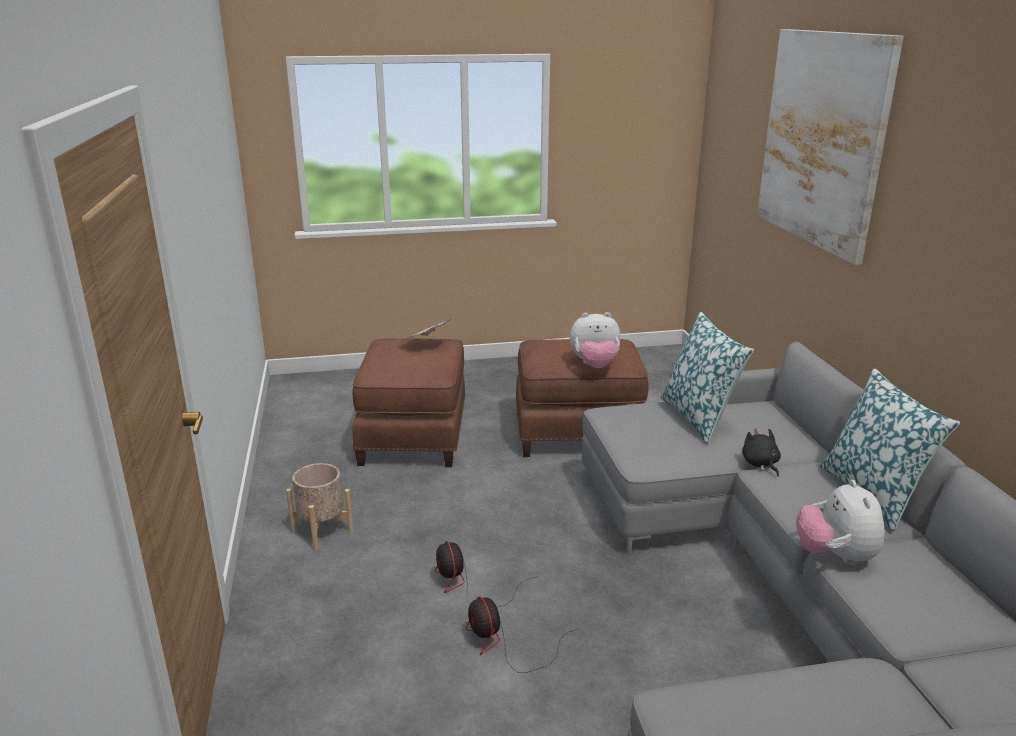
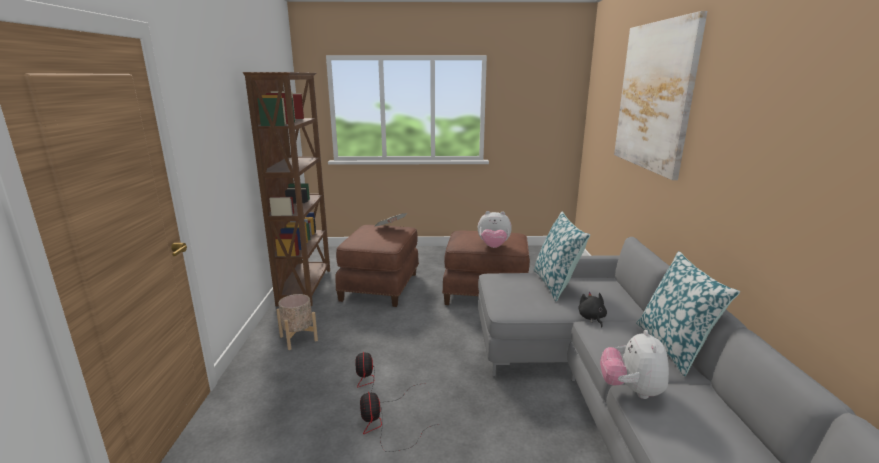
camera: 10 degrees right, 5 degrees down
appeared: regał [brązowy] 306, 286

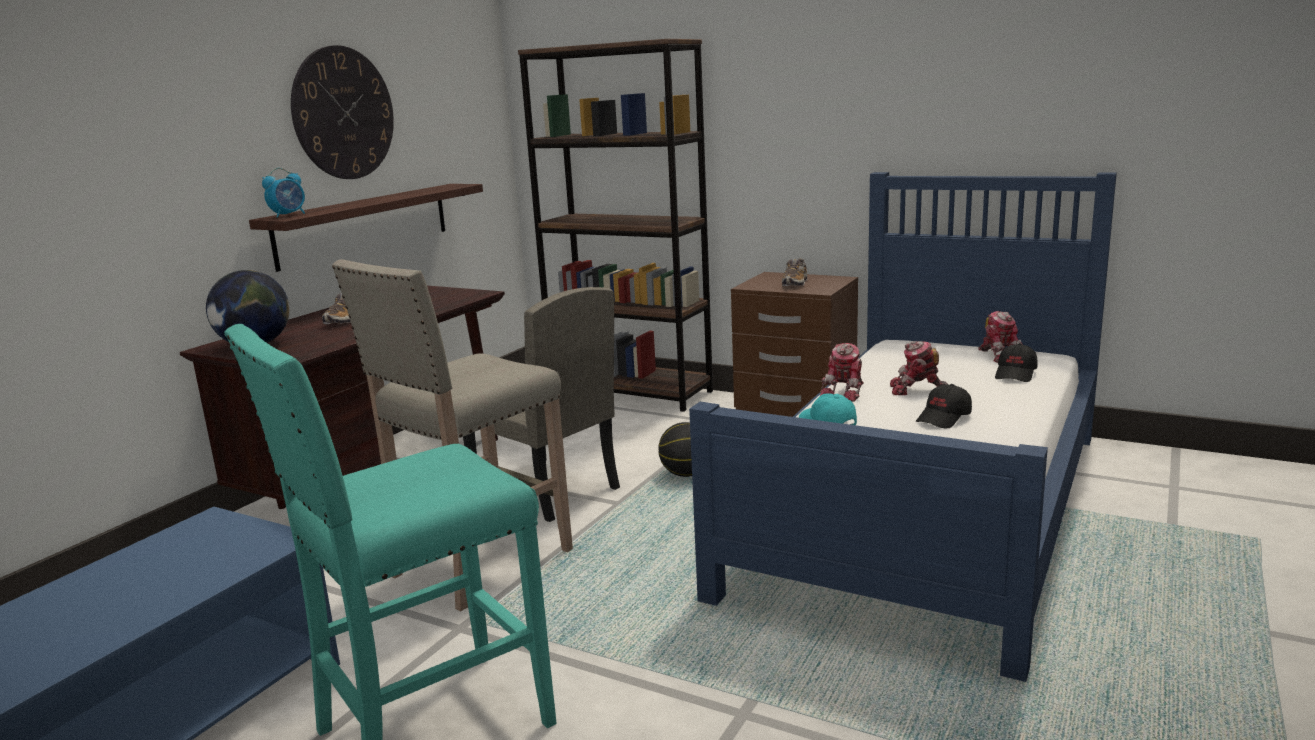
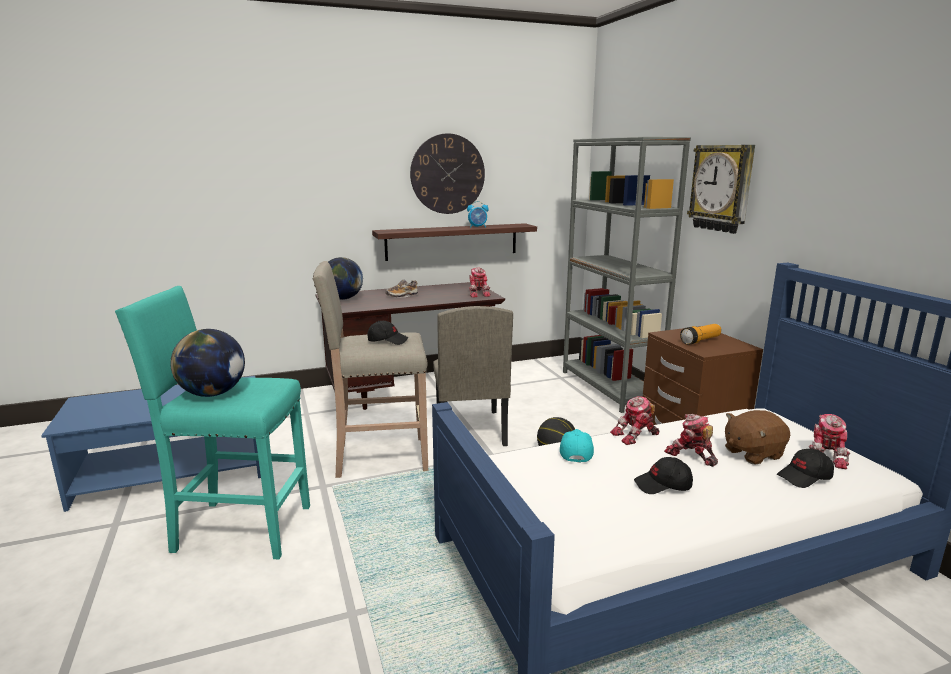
camera: 40 degrees right, 0 degrees up
appeared: globus 213, 393; czapka z daszkiem [czarny] 387, 340; robot zabawkowy 478, 294; zegar ścienny 722, 188; pluszak [brązowy] 752, 453
relocated: budzik 289, 215 to 478, 227
exchanged: but 795, 283 to latarka 700, 341
colour: regał [brązowy] 631, 392 to regał [szary] 609, 388

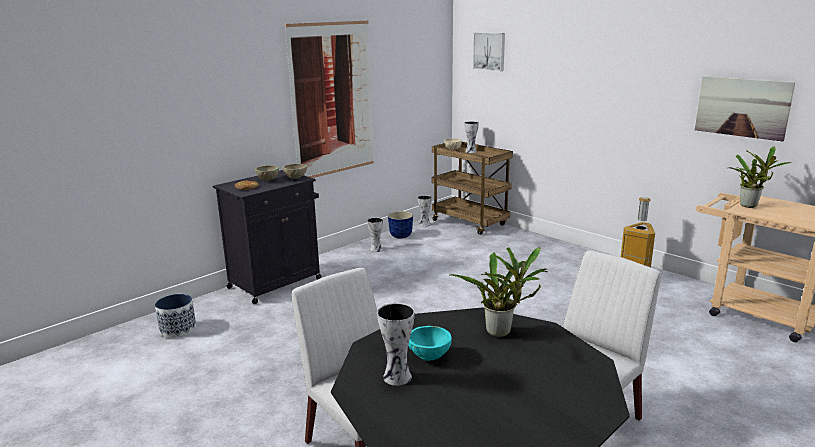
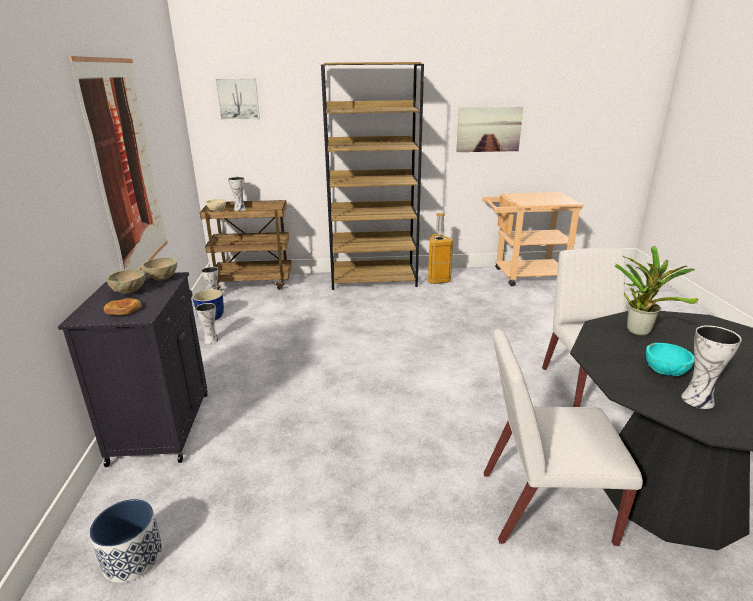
camera: 50 degrees left, 5 degrees up
missing: roślina doniczkowa 750, 205
appeared: regał [brązowy] 374, 279

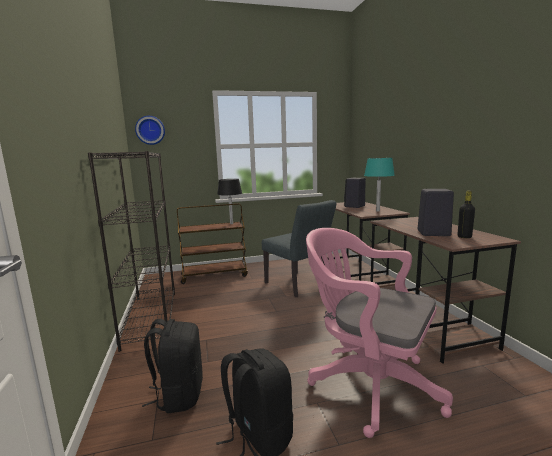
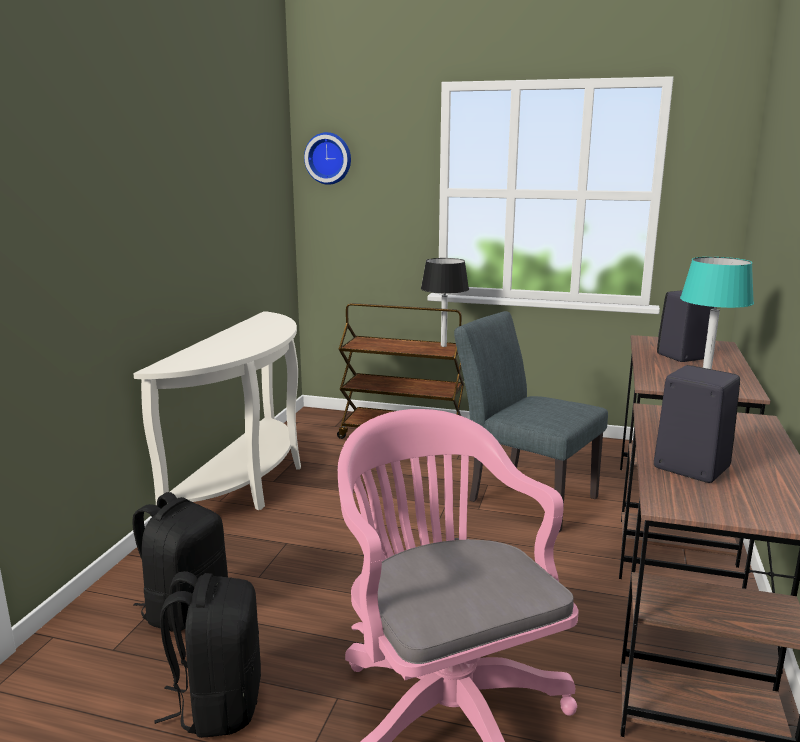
camera: 30 degrees right, 5 degrees up
missing: butelka [czarny] 464, 237
exchanged: regał [czarny] 151, 318 to stolik konsolowy [biały] 249, 484
spun: krzesło [szary] 298, 286 = 523, 496 135 degrees clockwise

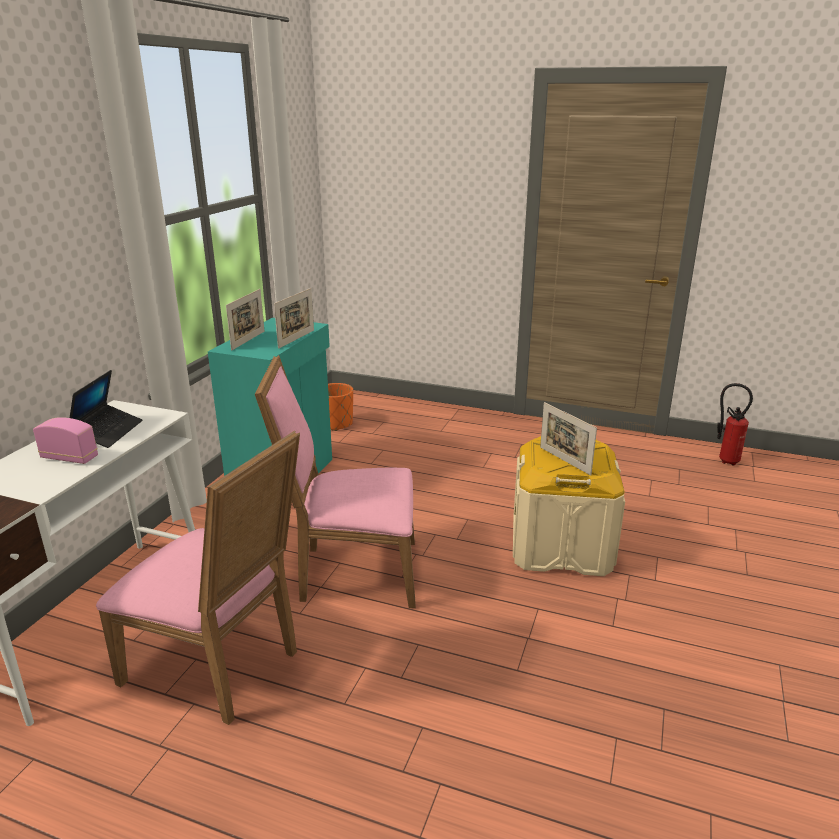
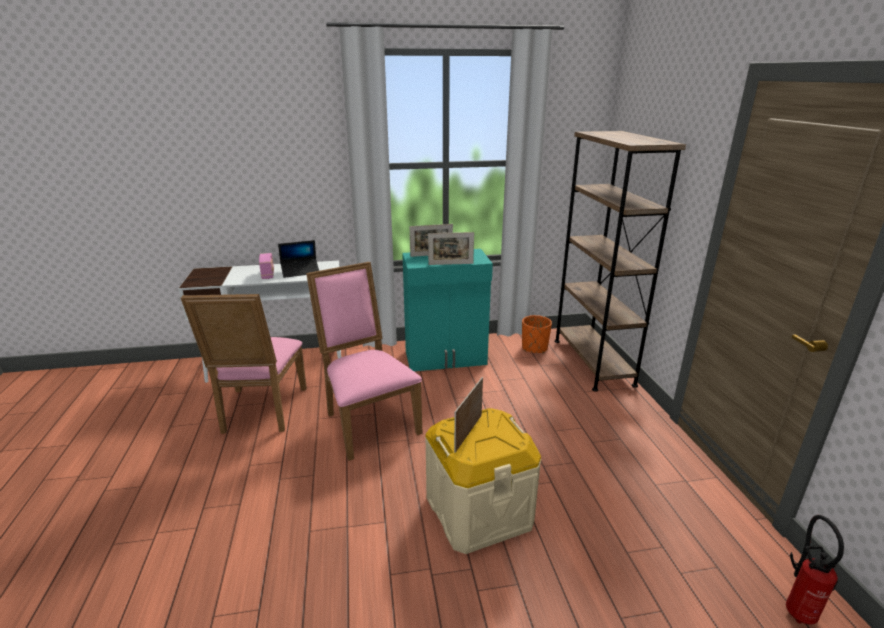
camera: 60 degrees right, 0 degrees up
appeared: regał [brązowy] 592, 362

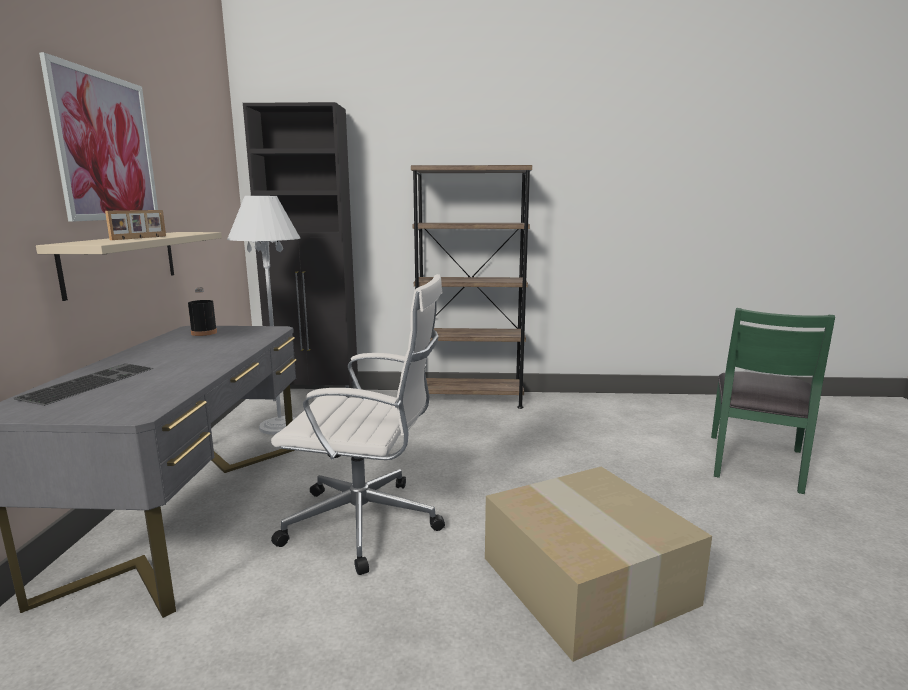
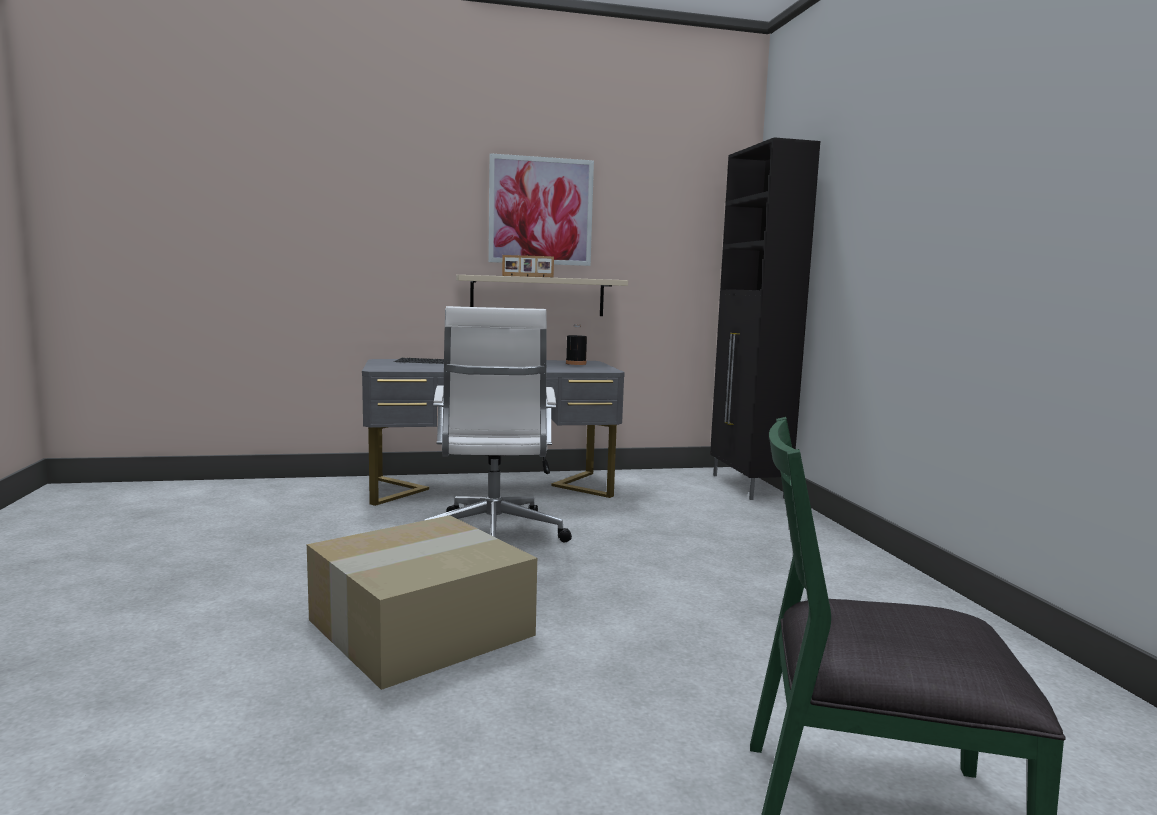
camera: 75 degrees right, 5 degrees down
missing: lampa stojąca [biały] 280, 426; regał [brązowy] 469, 399

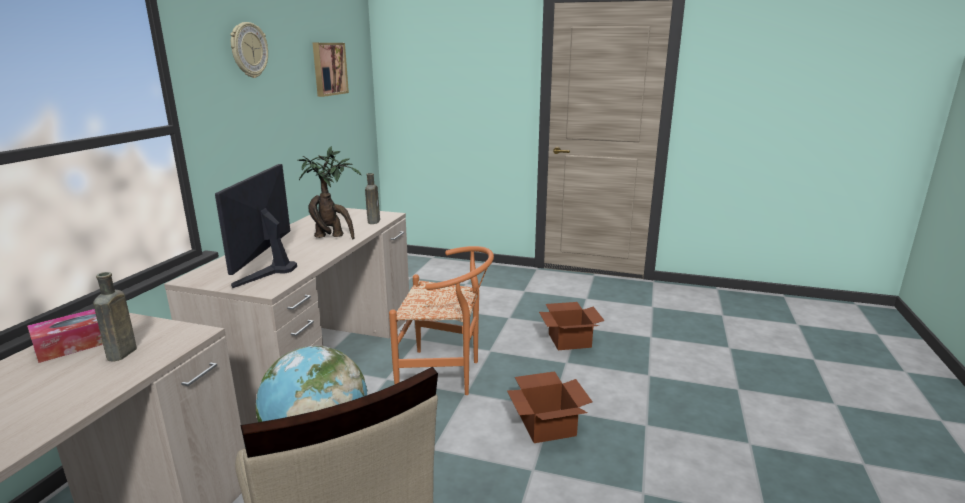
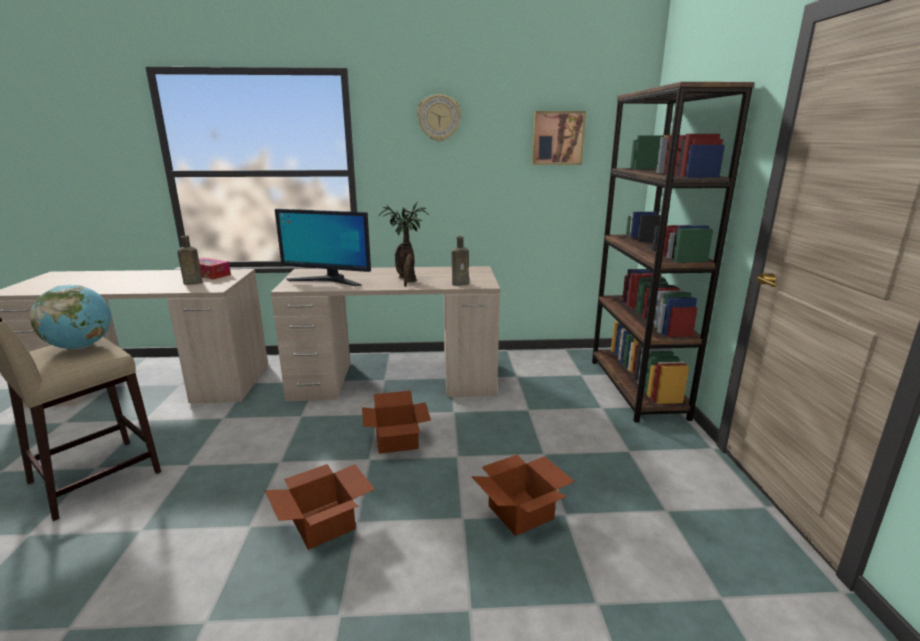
camera: 70 degrees right, 0 degrees up
appeared: regał [brązowy] 636, 388
exchanged: krzesło [pomarańczowy] 446, 375 to karton 396, 441
spun: monitor 271, 268 = 328, 280 150 degrees counterclockwise

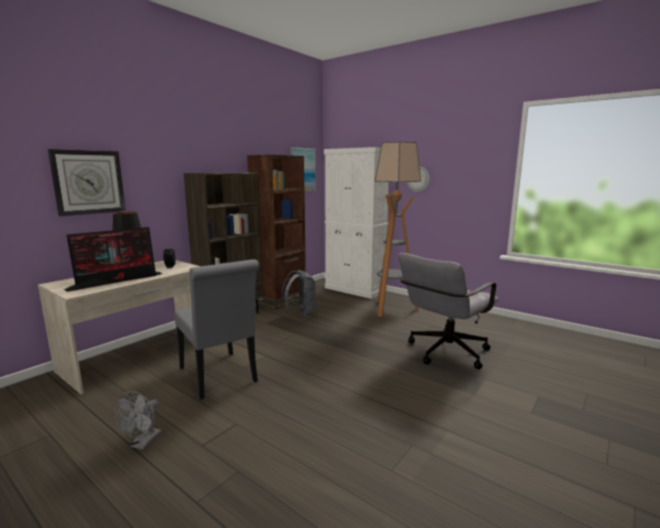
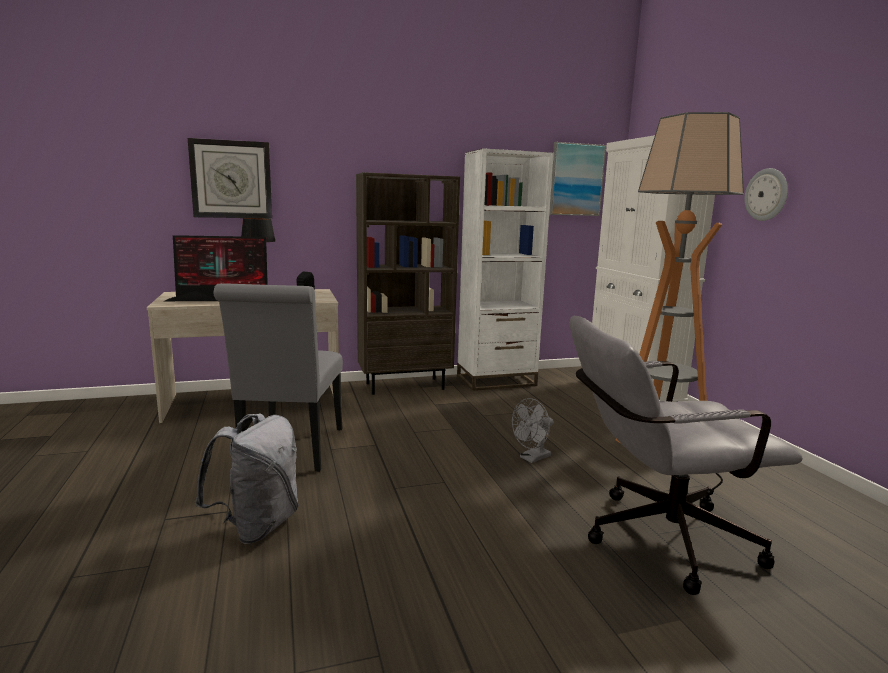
camera: 35 degrees right, 0 degrees up
relocated: wentylator [szary] 143, 443 to 532, 458; plecak [szary] 301, 312 to 257, 526
colour: regał [brązowy] 280, 300 to regał [biały] 496, 380

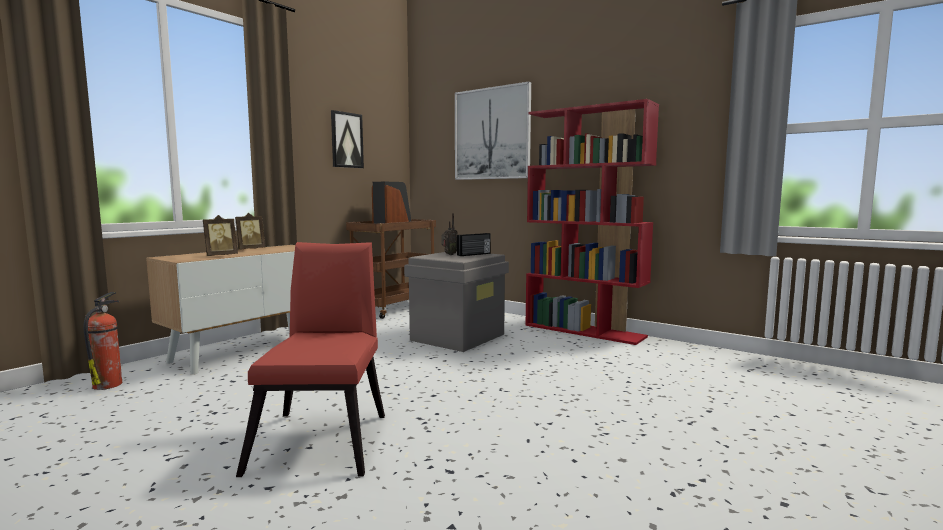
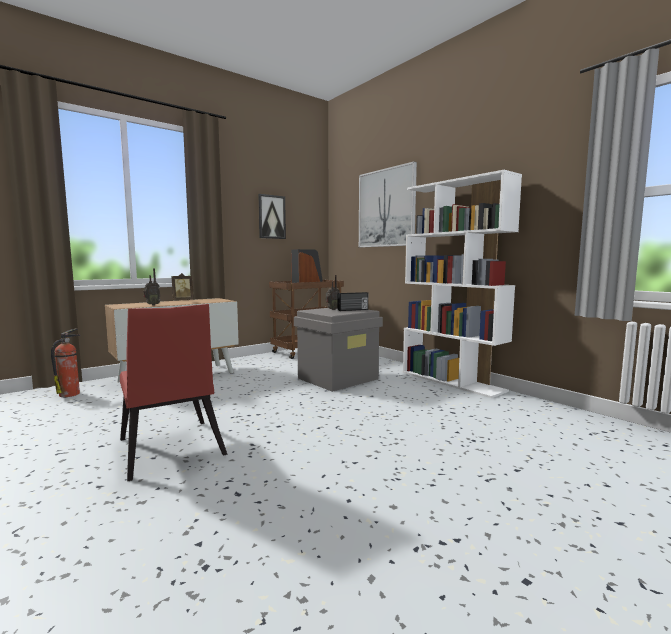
camera: 15 degrees right, 0 degrees up
exchanged: ramka na zdjęcie 220, 256 to radio 152, 305
colour: regał [czerwony] 584, 331 to regał [biały] 452, 381
spun: krzesło [czerwony] 325, 437 = 170, 451 135 degrees clockwise

